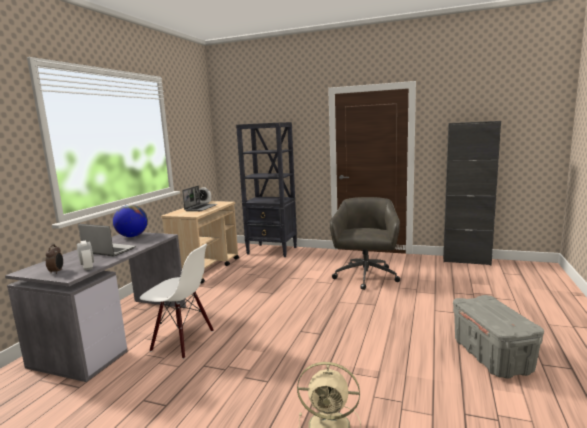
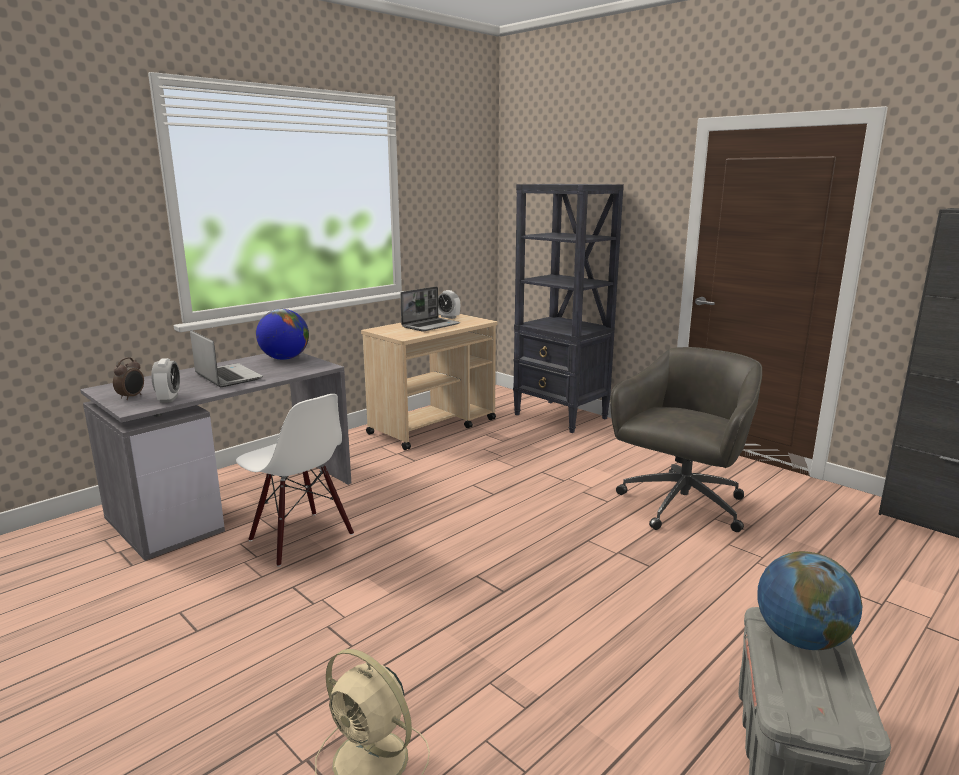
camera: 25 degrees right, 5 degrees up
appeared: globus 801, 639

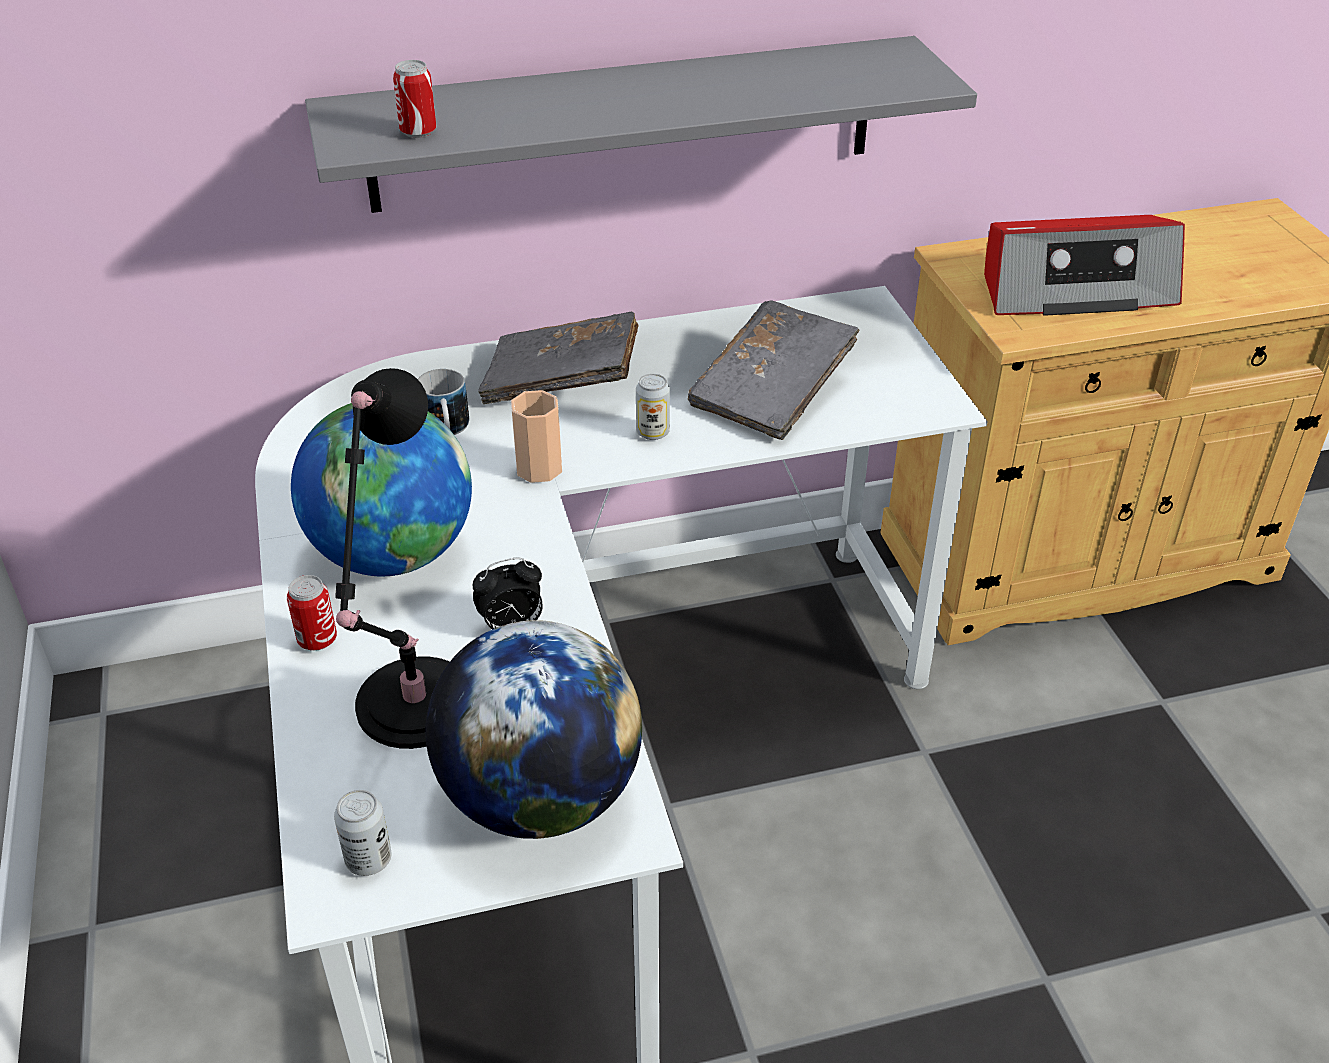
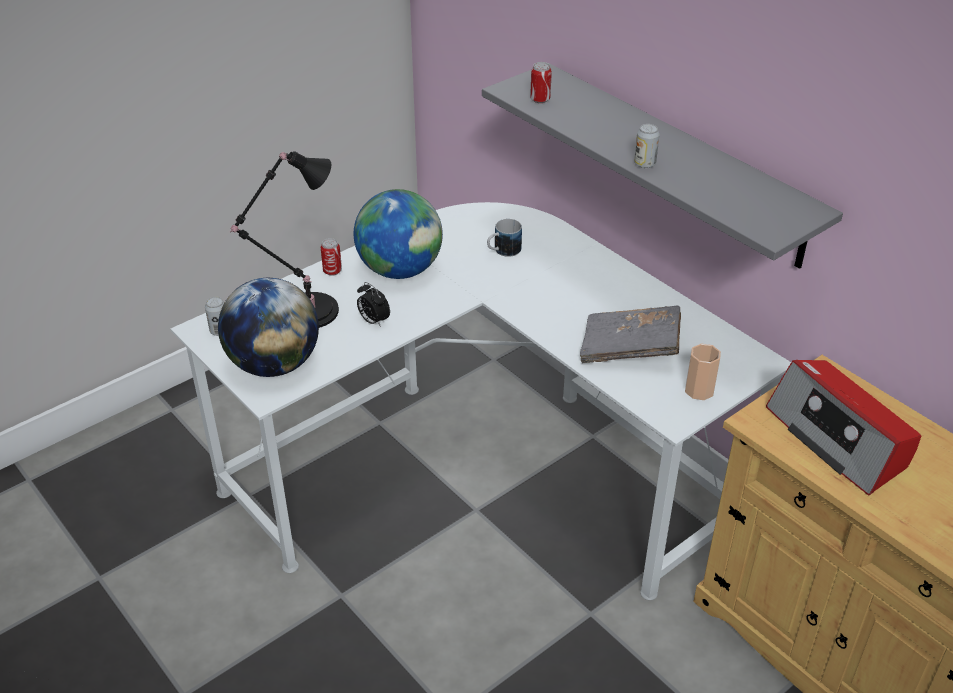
camera: 65 degrees right, 0 degrees up
missing: książka [szary] 562, 381
relocated: filiżanka 539, 469 to 699, 390; puszka 653, 432 to 644, 164

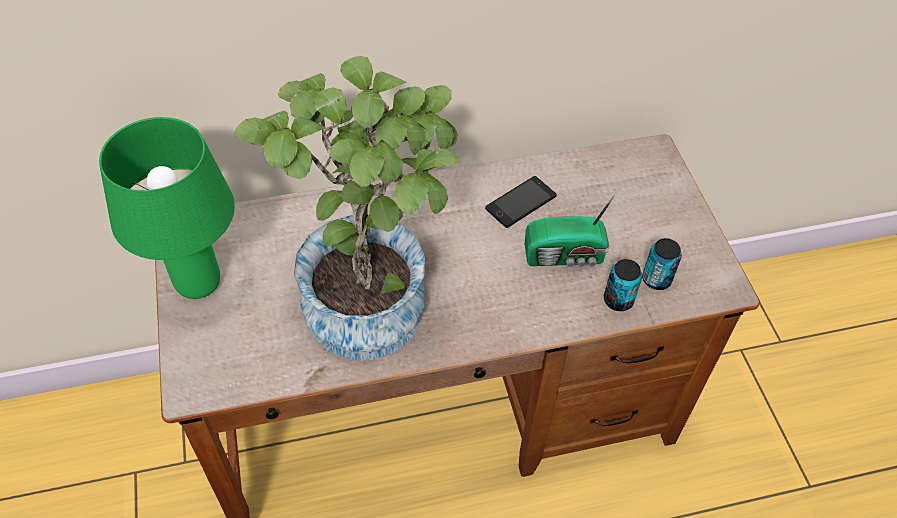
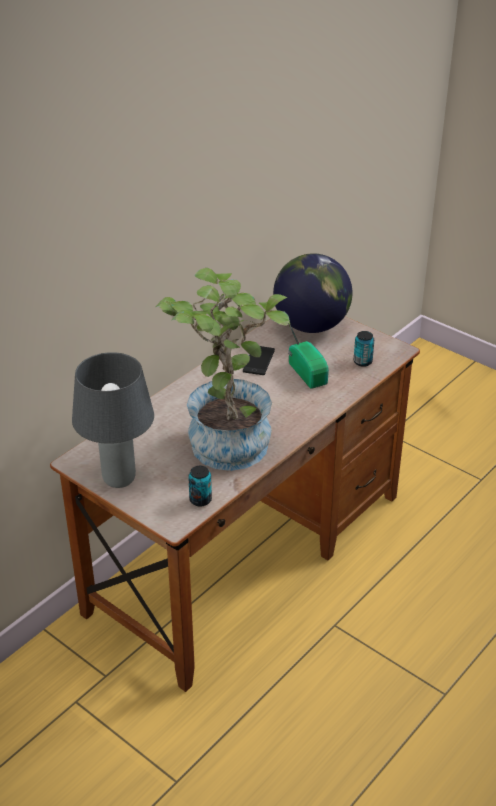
camera: 35 degrees left, 15 degrees down
appeared: globus 311, 326
relocated: puszka 618, 300 to 200, 500
colour: lampa stołowa [zielony] 199, 282 to lampa stołowa [szary] 119, 478
spun: radio 566, 256 = 308, 372 75 degrees counterclockwise

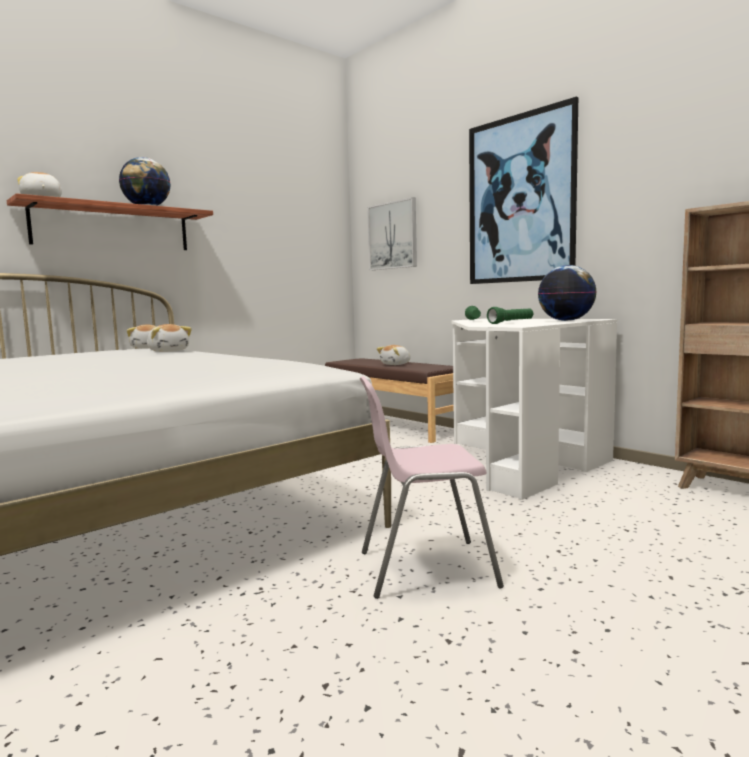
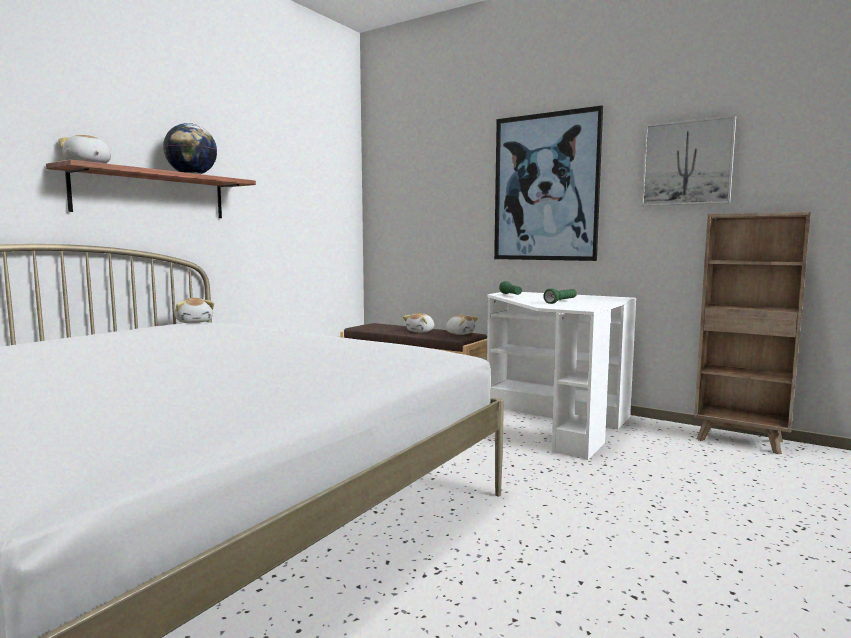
camera: 15 degrees left, 0 degrees up
missing: krzesło [różowy] 425, 568; globus 566, 321
relocated: pluszak 169, 351 to 460, 333; obraz 393, 235 to 687, 163

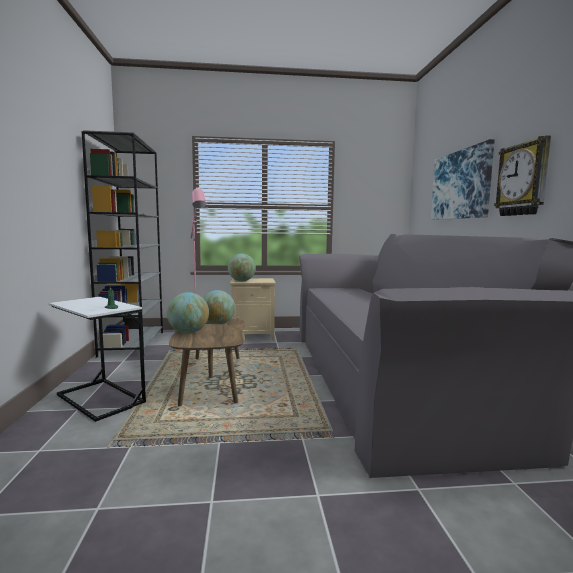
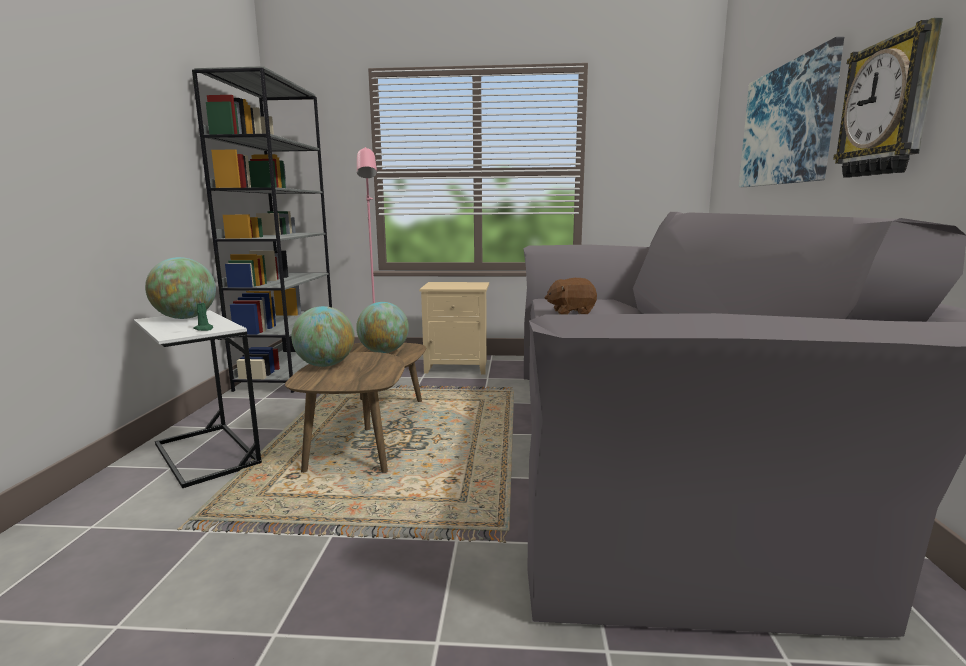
camera: 10 degrees right, 5 degrees up
appeared: pluszak [brązowy] 571, 312
relocated: globus 241, 281 to 185, 318

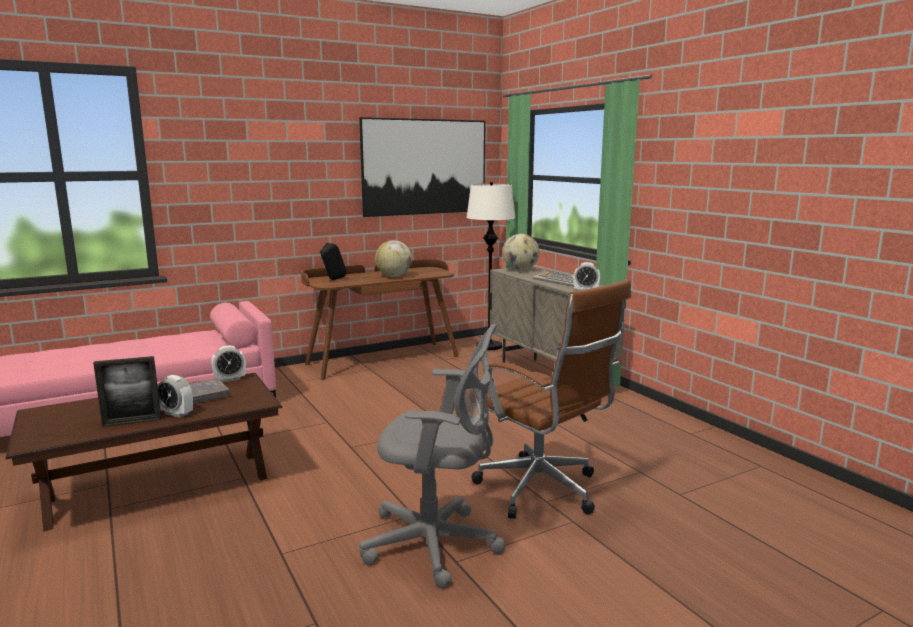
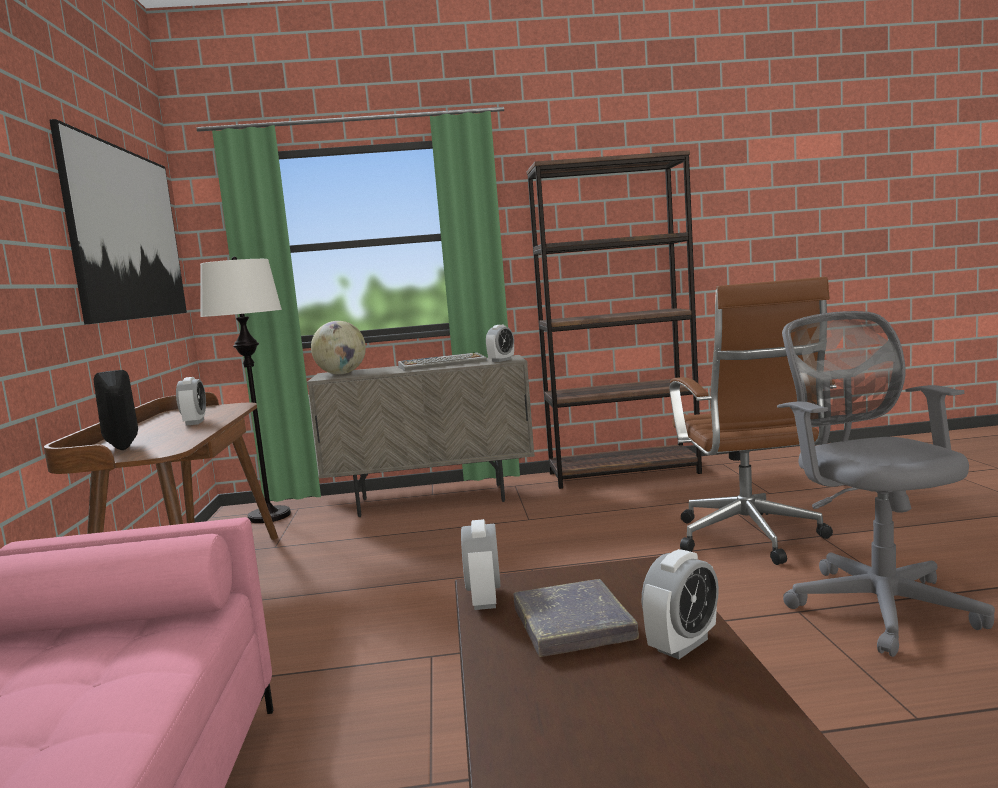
camera: 65 degrees left, 5 degrees down
missing: ramka na zdjęcie 132, 422
appeared: regał [brązowy] 624, 473
exchanged: globus 394, 276 to budzik 195, 422
spun: krzesło biurowe [szary] 437, 545 = 877, 604 45 degrees counterclockwise; krzesło biurowe [brązowy] 543, 491 = 750, 540 105 degrees clockwise

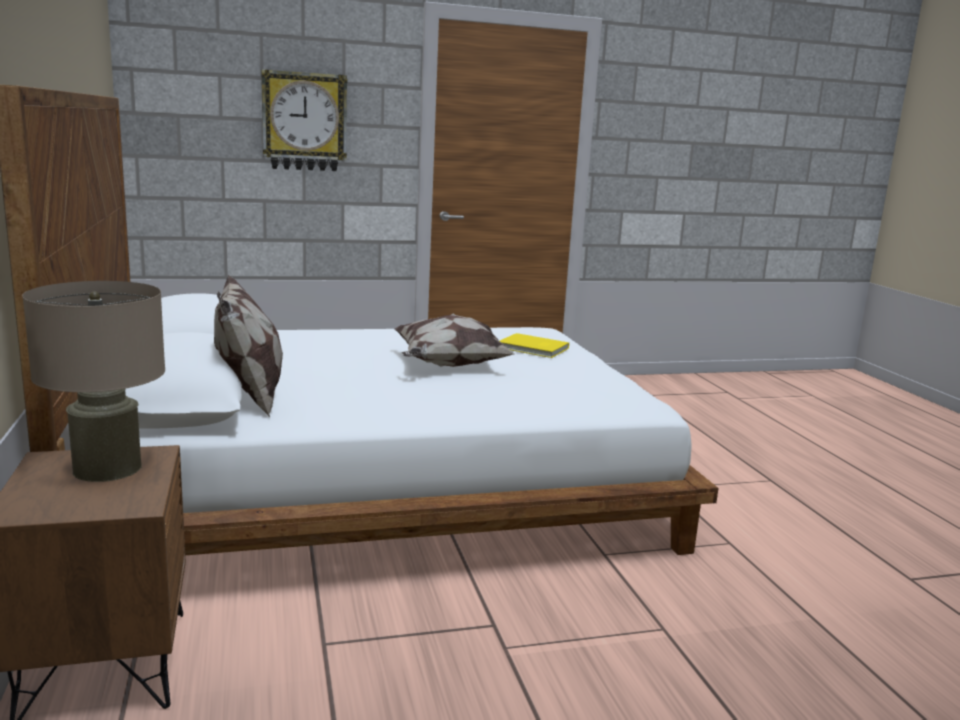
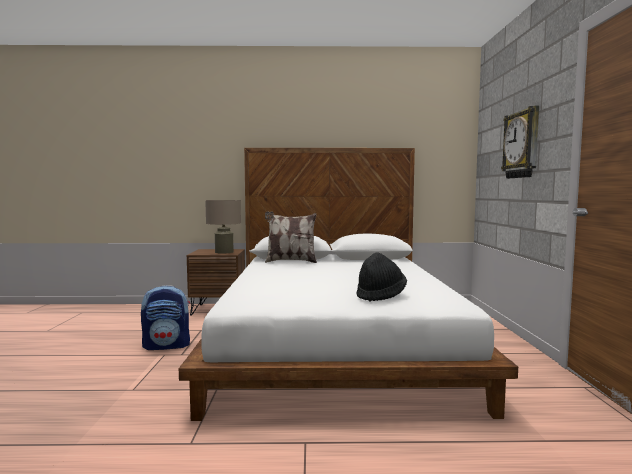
camera: 105 degrees right, 10 degrees down
missing: poduszka 449, 365
appeared: plecak 167, 346
exchanged: książka [żółty] 533, 348 to kapelusz [czarny] 381, 296

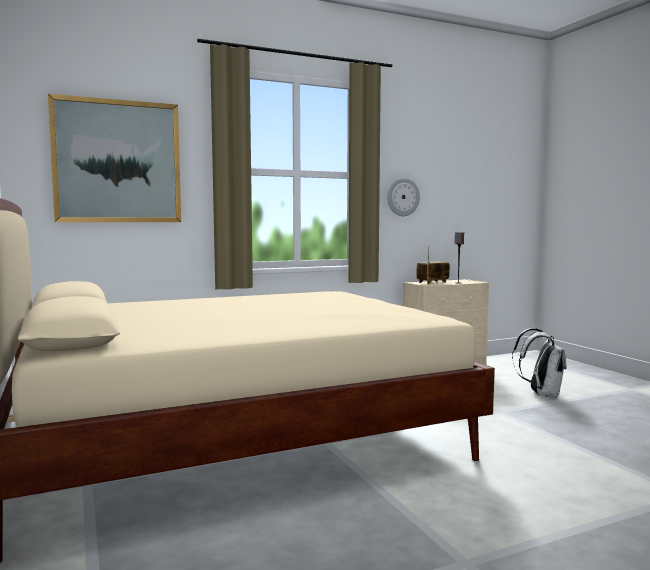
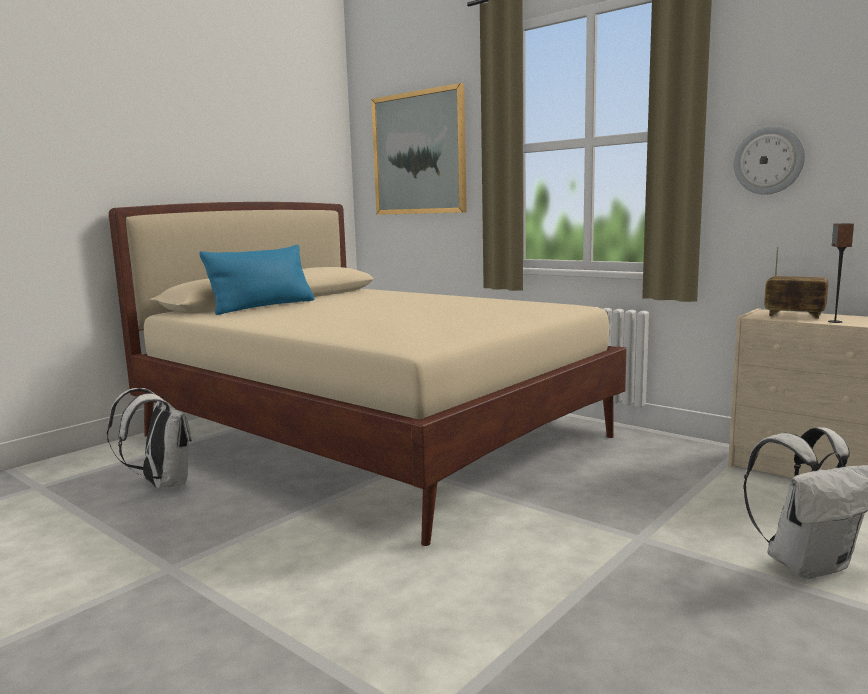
camera: 65 degrees right, 5 degrees up
appeared: plecak [biały] 162, 484; poduszka [niebieski] 263, 307

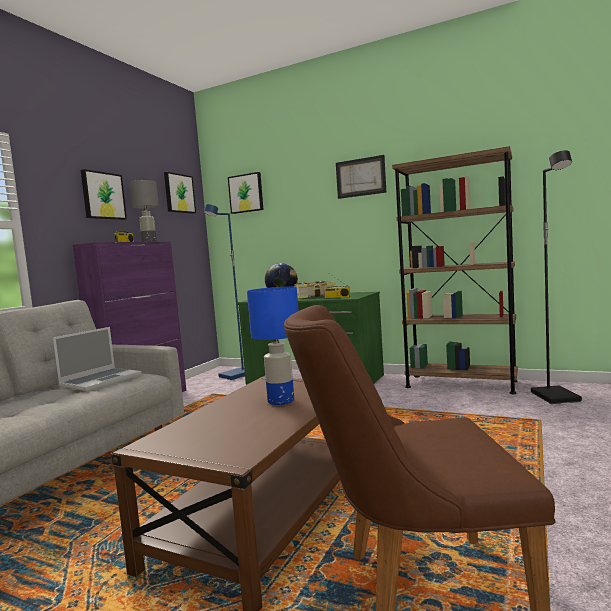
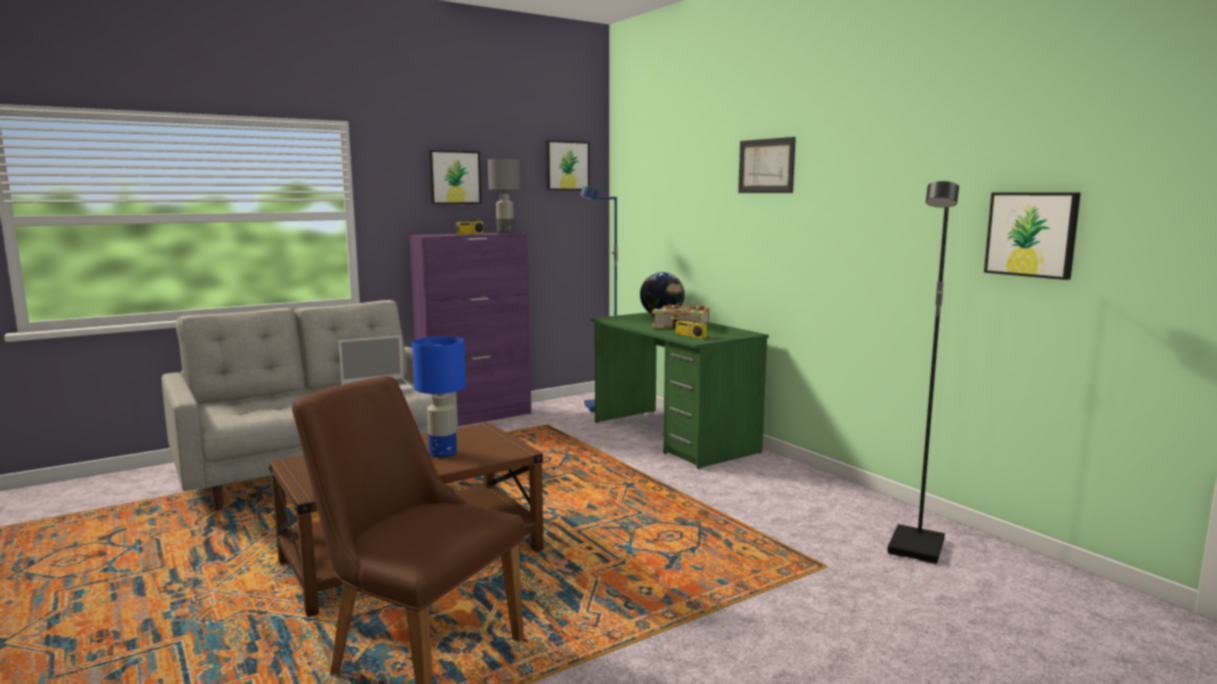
camera: 30 degrees right, 5 degrees up
missing: regał [brązowy] 460, 384
relocated: obraz 246, 193 to 1032, 234

